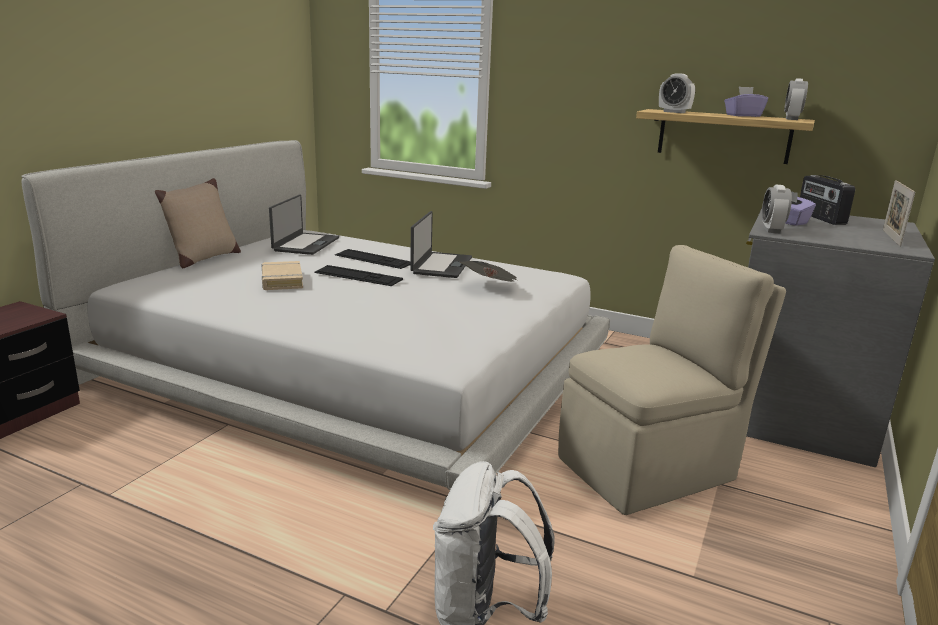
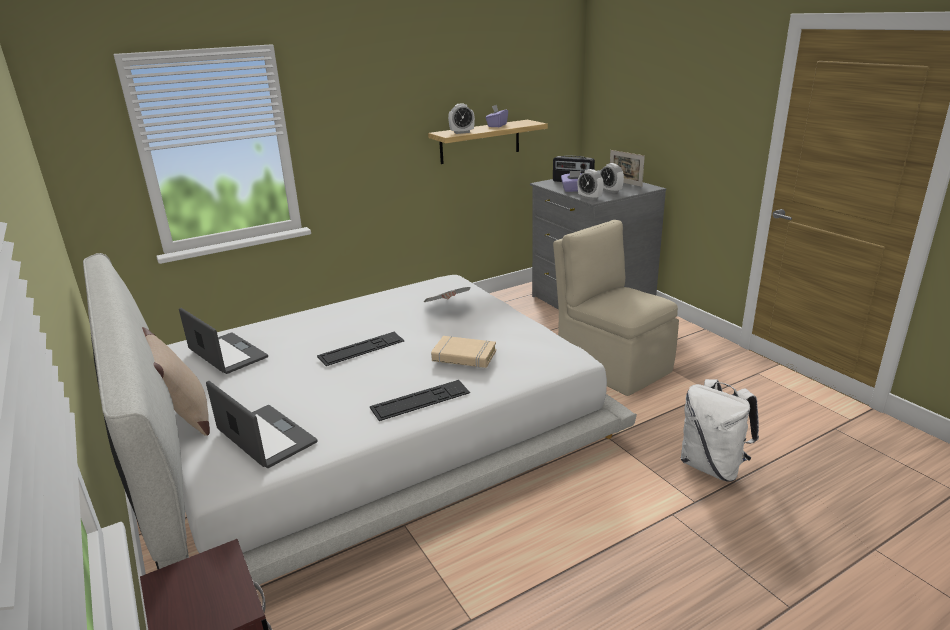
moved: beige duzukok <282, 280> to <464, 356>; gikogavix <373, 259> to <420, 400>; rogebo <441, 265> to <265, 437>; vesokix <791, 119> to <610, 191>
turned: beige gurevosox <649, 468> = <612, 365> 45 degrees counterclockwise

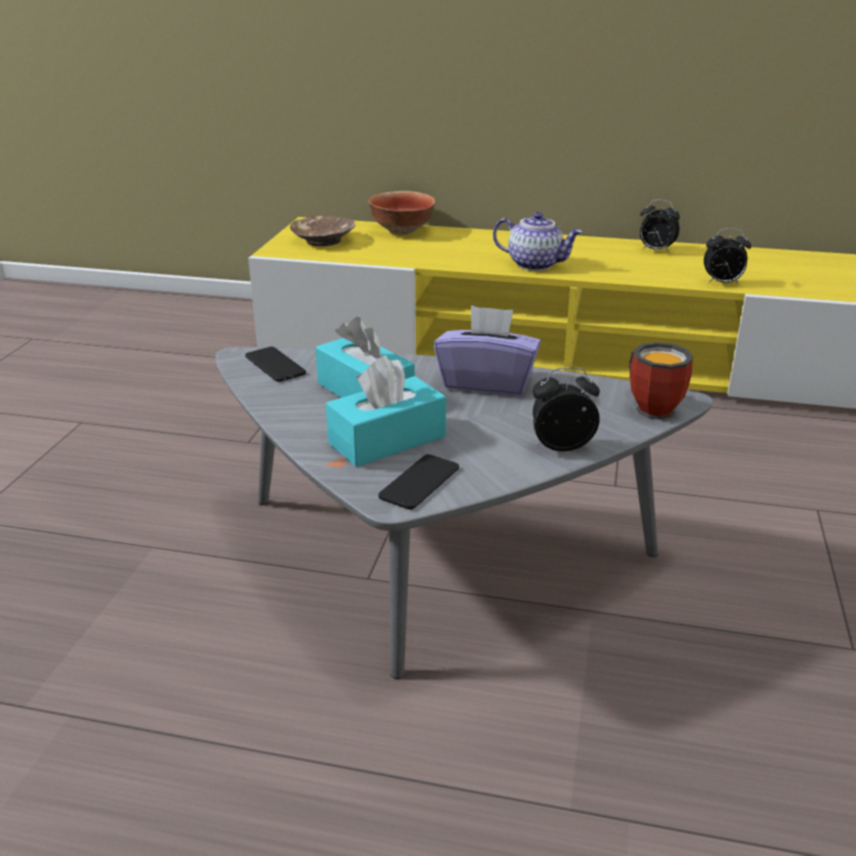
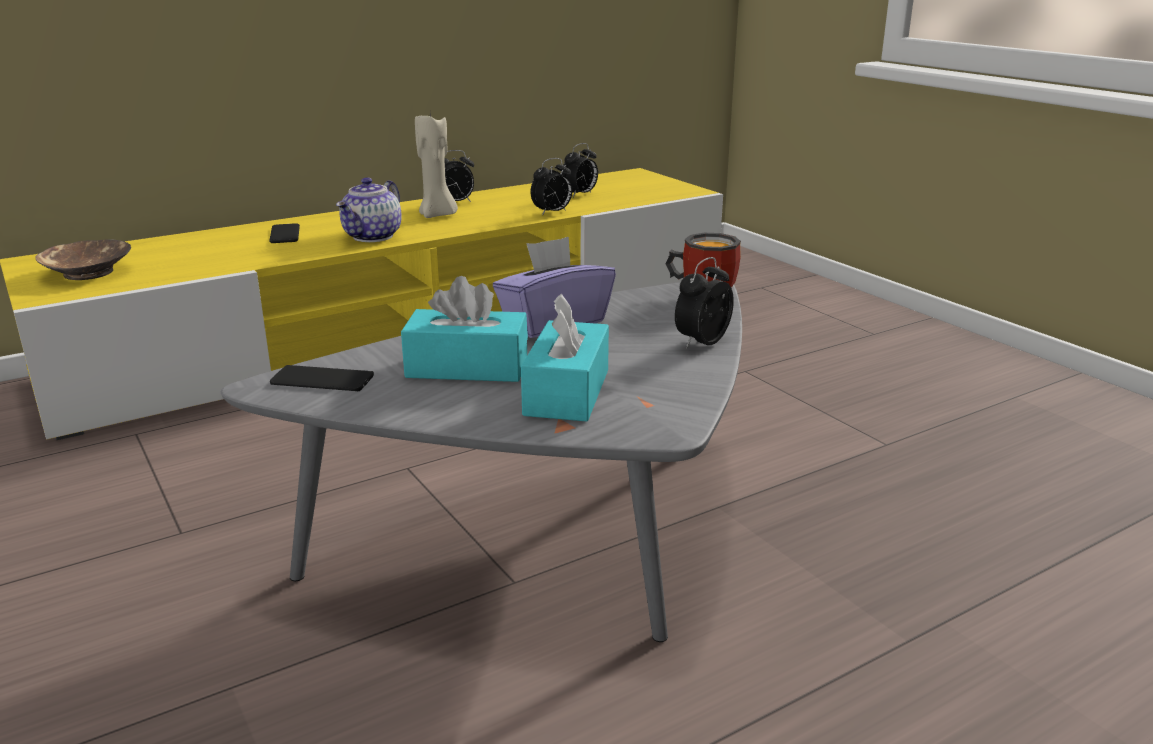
removed: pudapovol <403, 231>
added: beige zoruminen <437, 215>; vesokix <580, 195>
moved: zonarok <419, 482> to <285, 234>
turned: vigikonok <535, 264> = <373, 237> 135 degrees clockwise

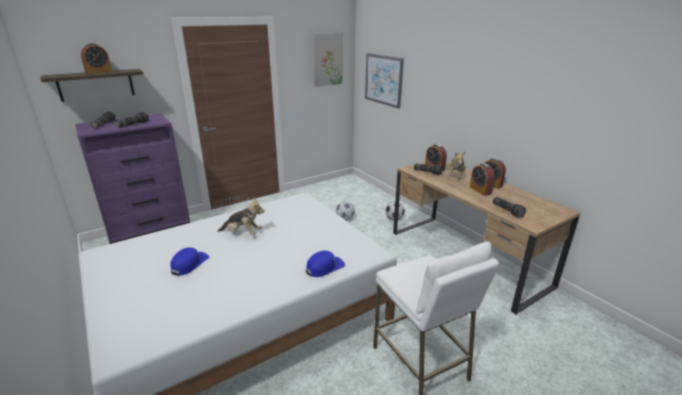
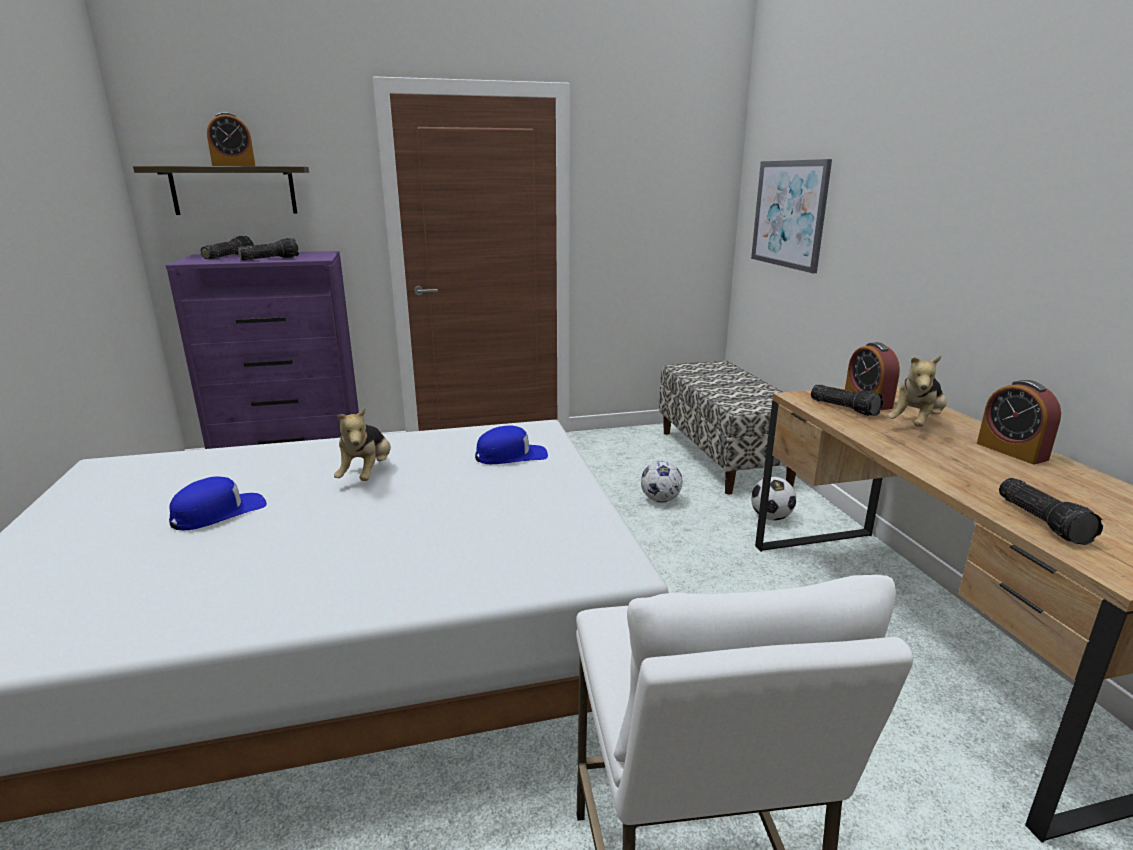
removed: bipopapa <327, 59>; vesokix <480, 190>
added: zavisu <723, 457>
moved: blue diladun <325, 267> to <511, 456>
turned: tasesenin <242, 233> = <367, 474> 60 degrees clockwise

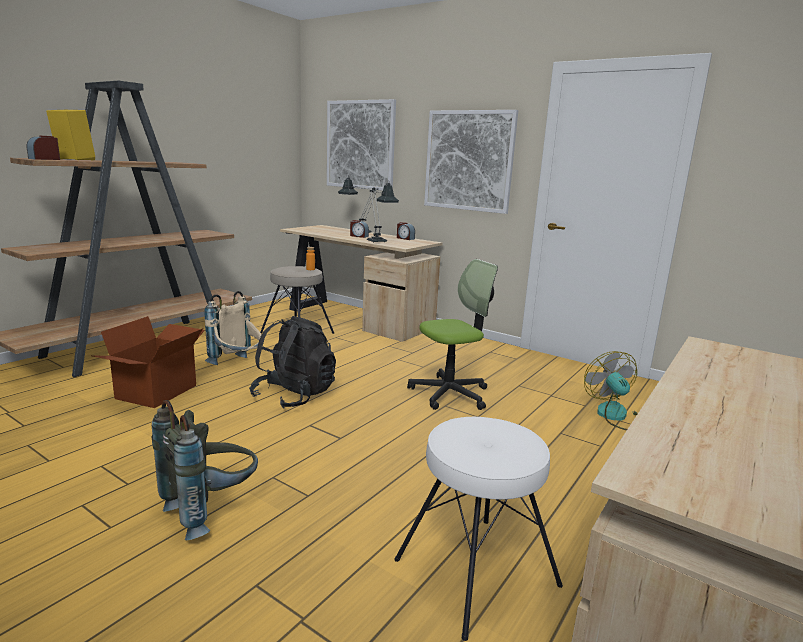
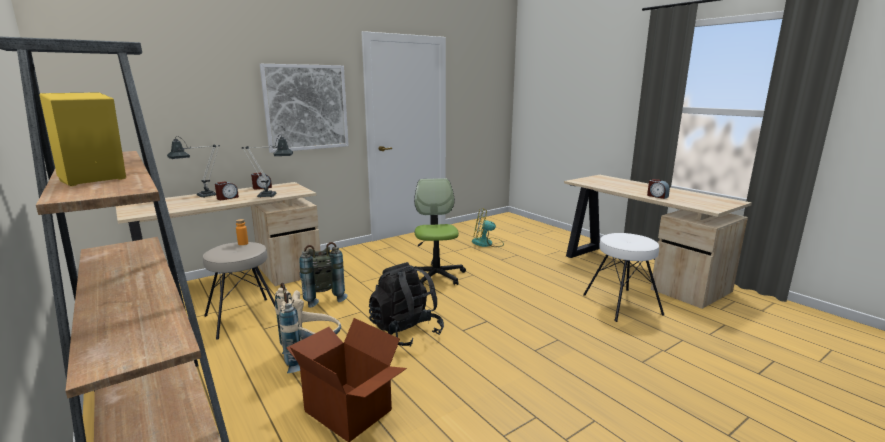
removed: bipopapa <360, 145>
moved: vesokix <45, 159> to <657, 196>; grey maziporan <211, 510> to <322, 297>

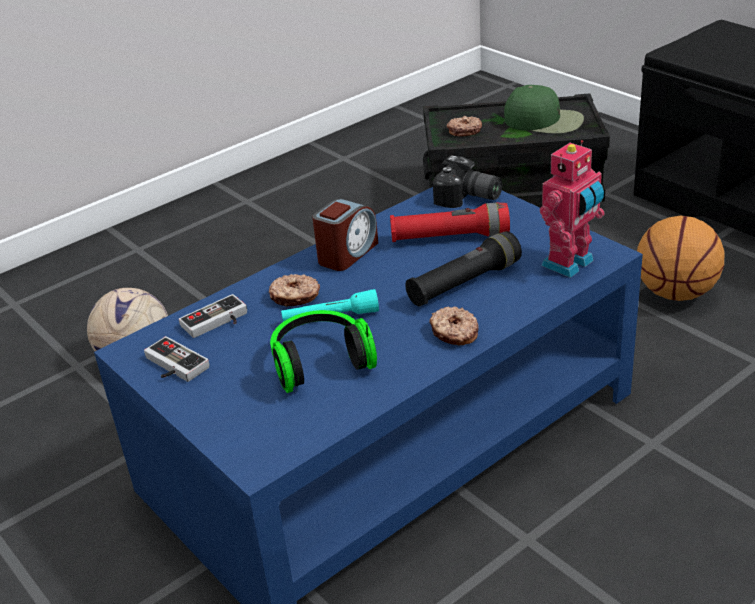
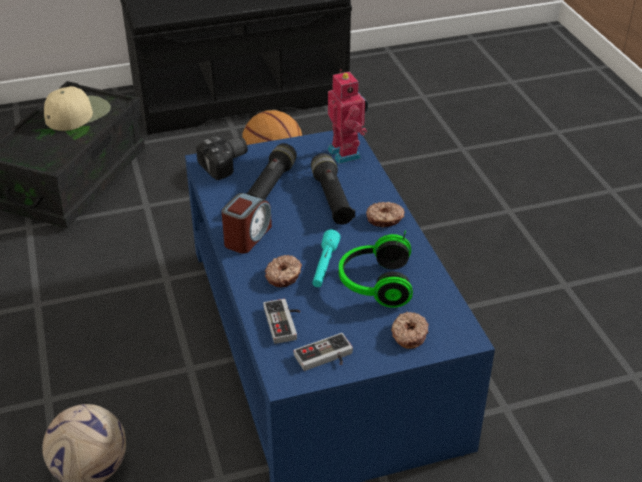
moved: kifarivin <464, 131> to <408, 335>
recoloured: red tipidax <450, 237> to black tipidax <270, 187>; green diladun <544, 121> to beige diladun <77, 113>
turned: vesokix <347, 253> = <247, 236> 60 degrees clockwise

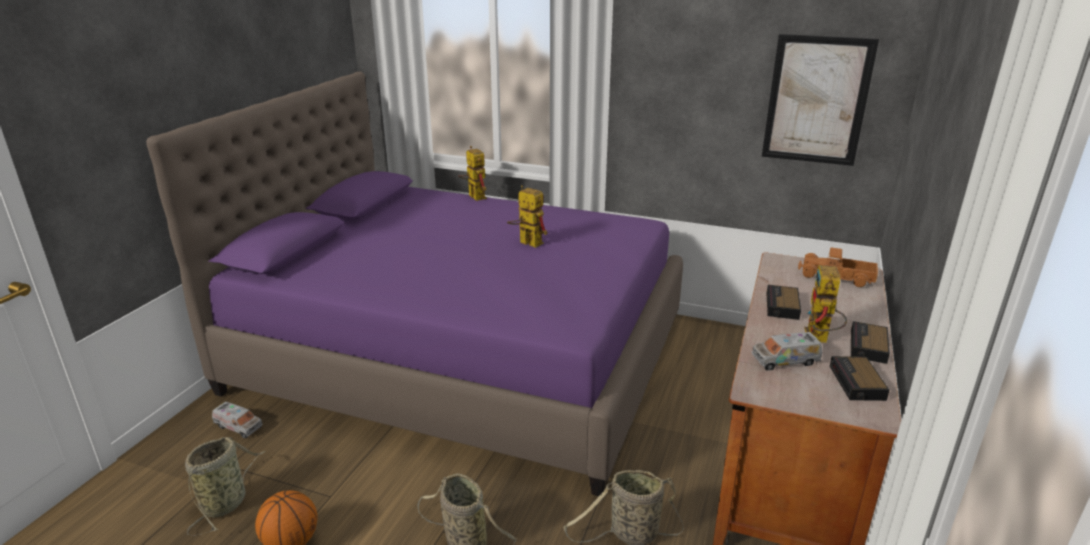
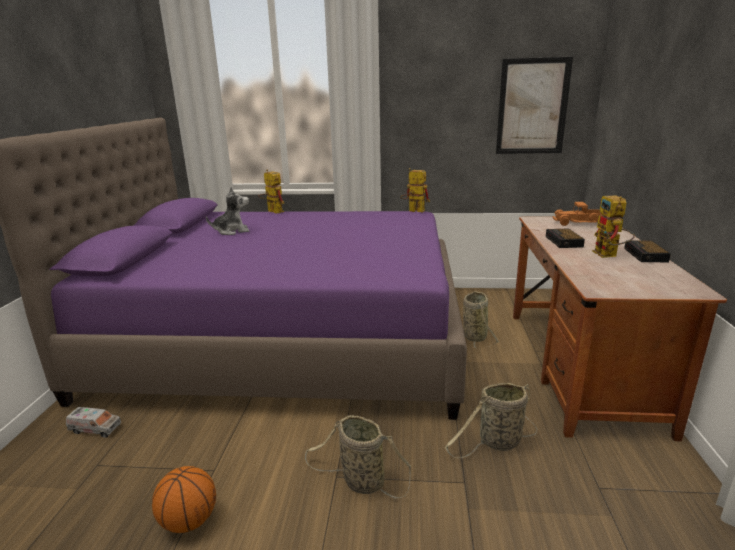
removed: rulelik <785, 360>; vesokix <857, 383>
added: tasesenin <232, 231>
moved: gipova <226, 502> to <474, 336>; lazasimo <526, 242> to <413, 211>

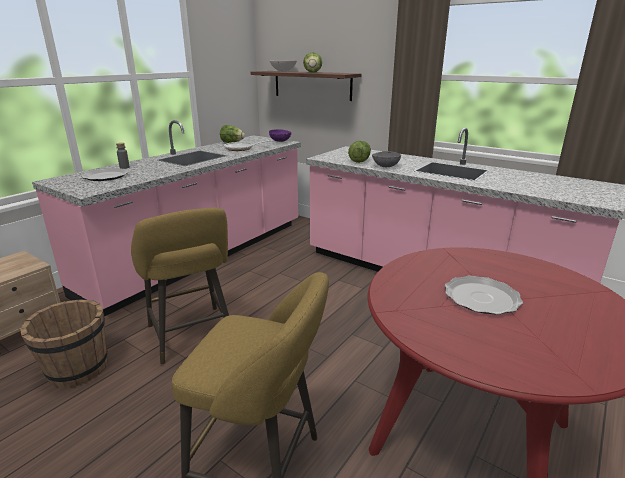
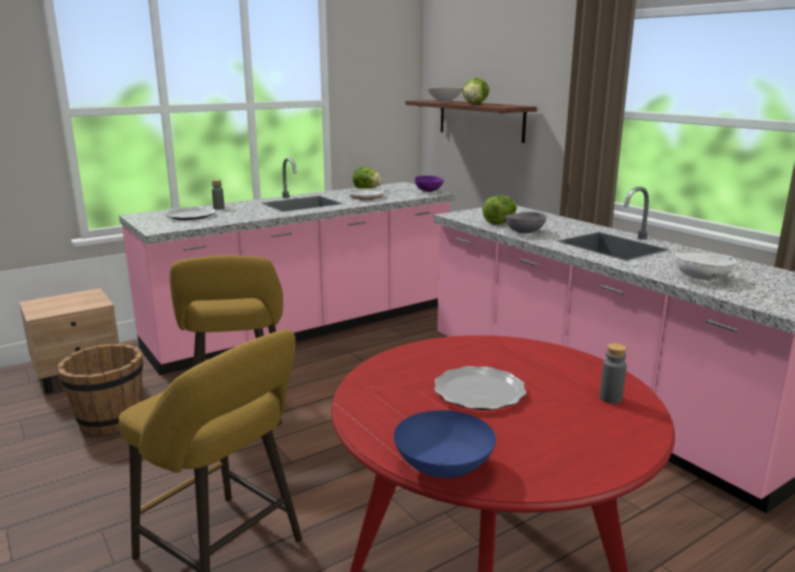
added: blue pudapovol <442, 468>; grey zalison <610, 398>; white pudapovol <702, 278>

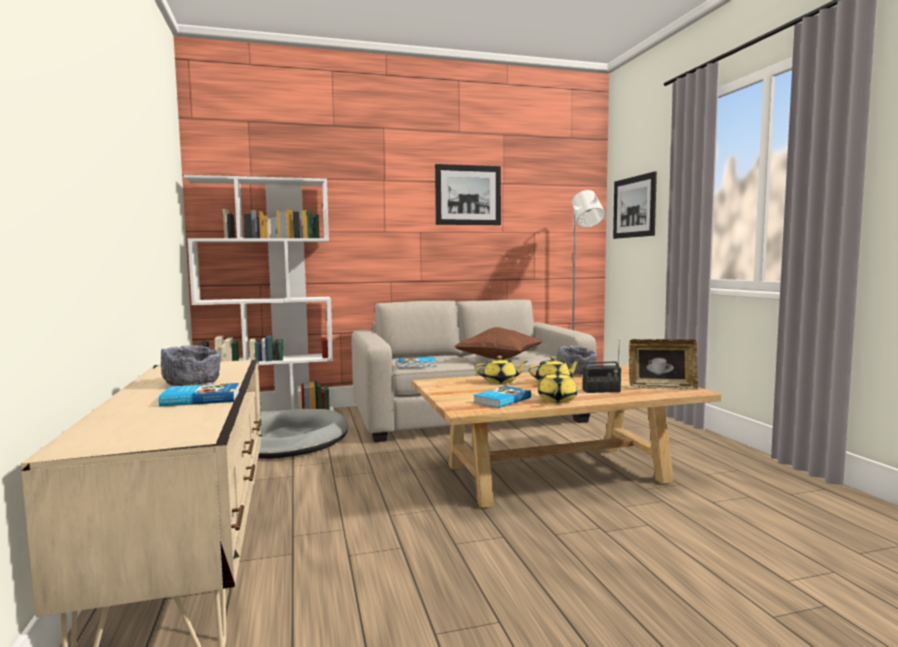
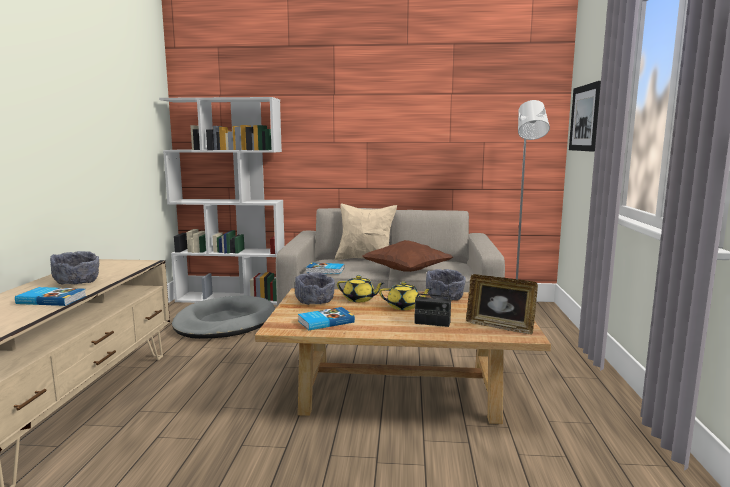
removed: bipopapa <468, 195>; yellow vigikonok <557, 400>
added: grey pudapovol <315, 301>; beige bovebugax <365, 260>

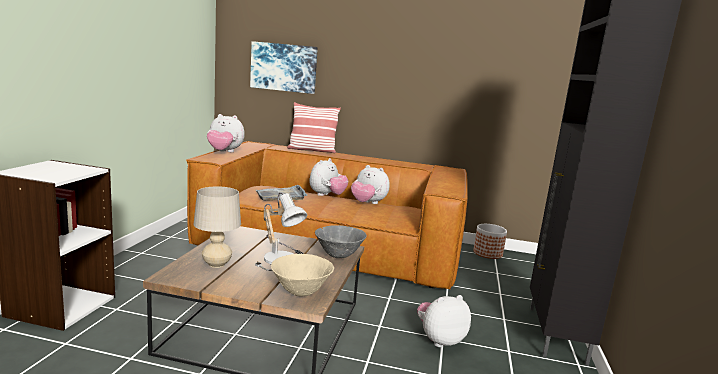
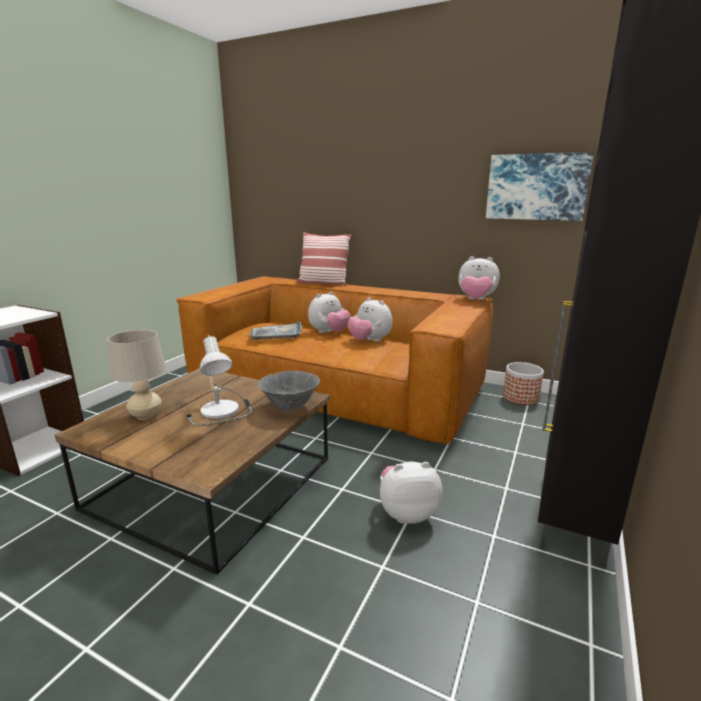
removed: beige pudapovol <301, 292>
moved: tasesenin <224, 152> to <476, 300>; bipopapa <284, 67> to <536, 187>

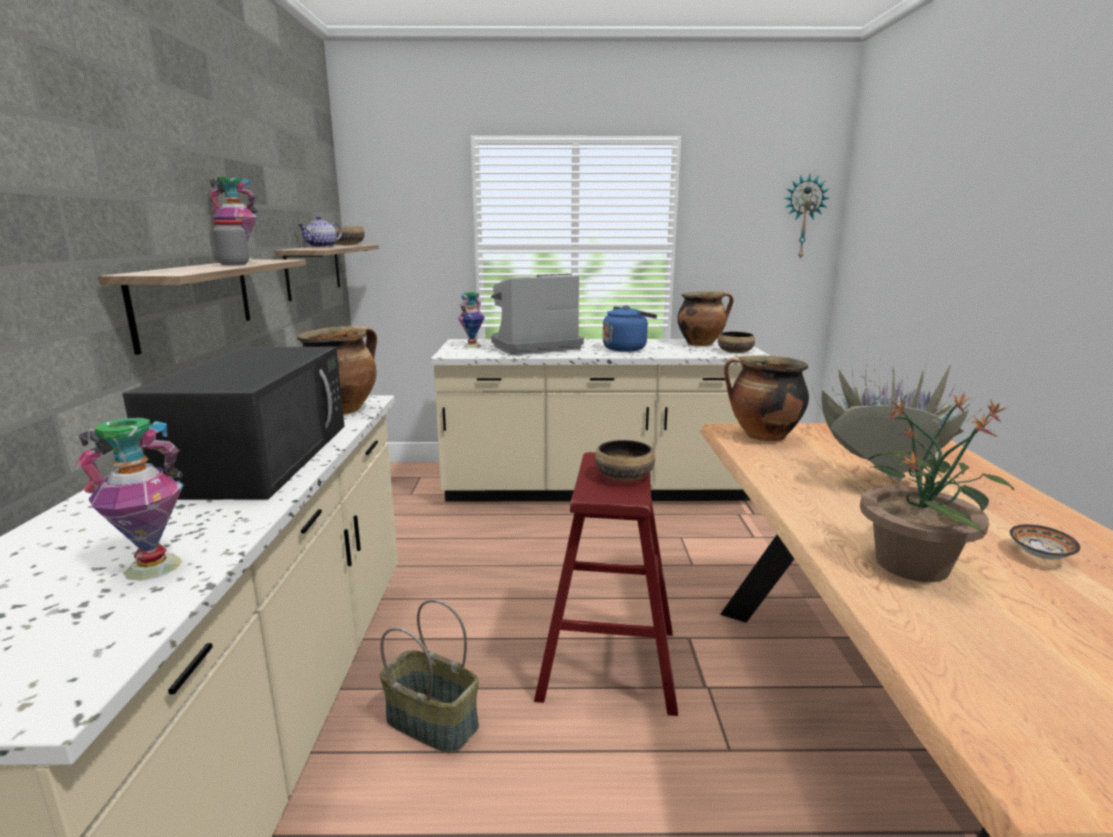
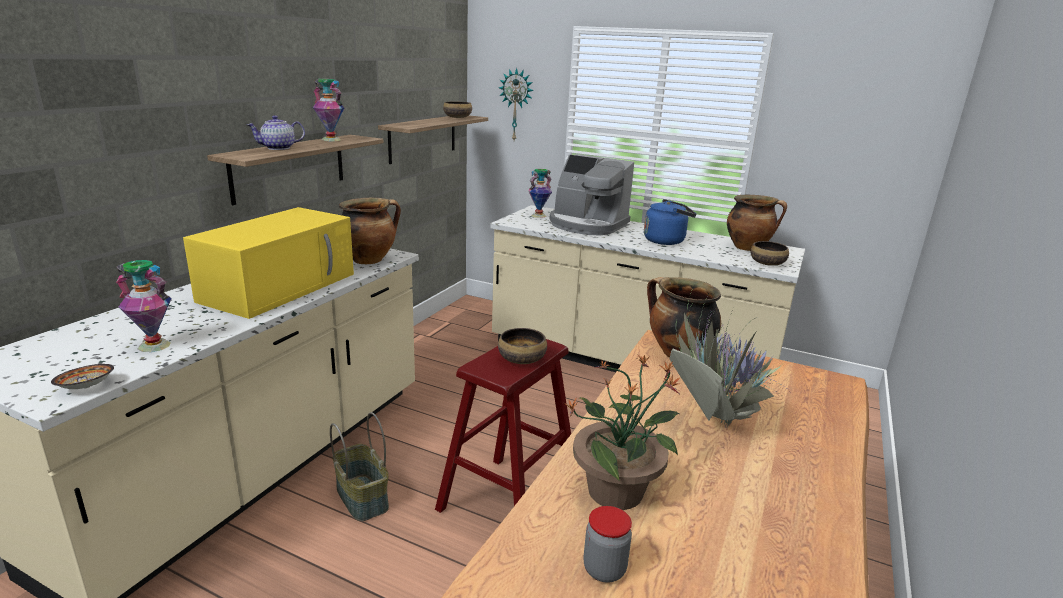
moved: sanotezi <234, 264> to <604, 569>; vigikonok <322, 247> to <278, 148>; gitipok <803, 217> to <516, 105>; pudapovol <1039, 555> to <86, 387>
recoloured: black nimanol <260, 456> to yellow nimanol <280, 286>
turned: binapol <533, 347> = <587, 225> 150 degrees counterclockwise

